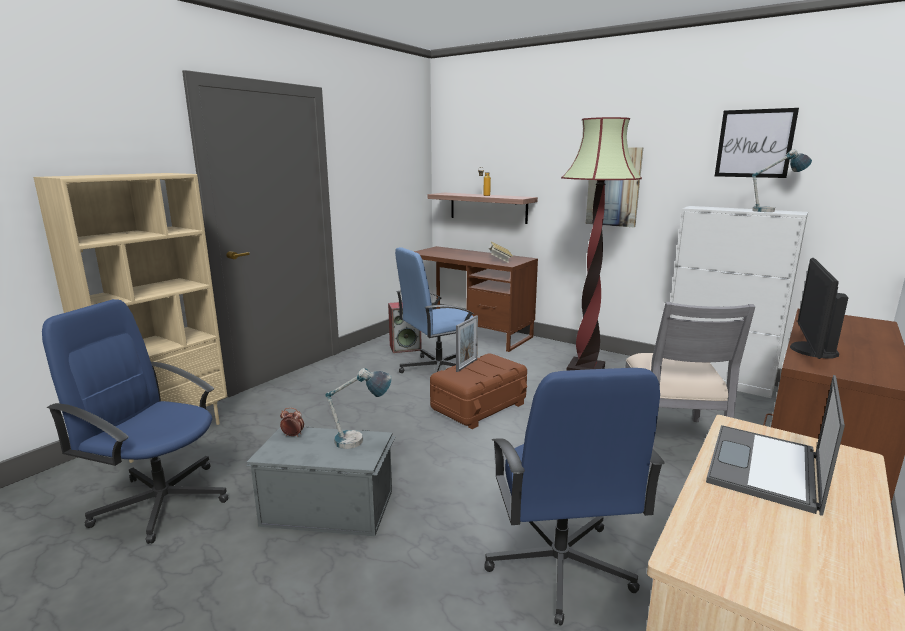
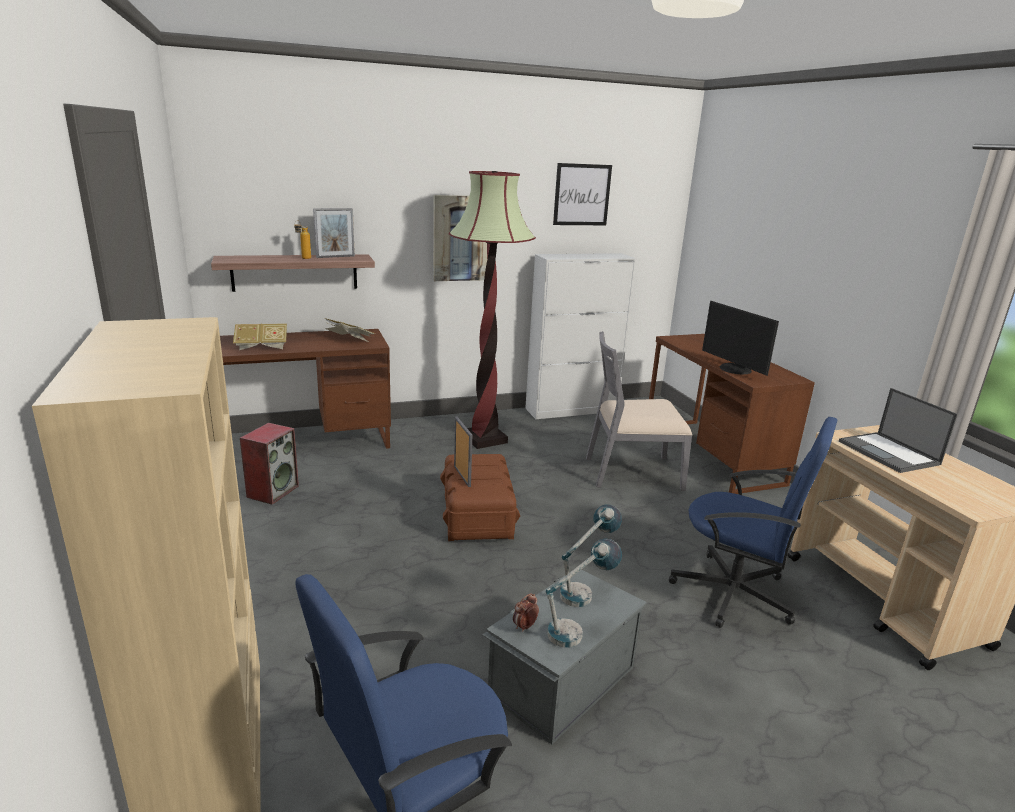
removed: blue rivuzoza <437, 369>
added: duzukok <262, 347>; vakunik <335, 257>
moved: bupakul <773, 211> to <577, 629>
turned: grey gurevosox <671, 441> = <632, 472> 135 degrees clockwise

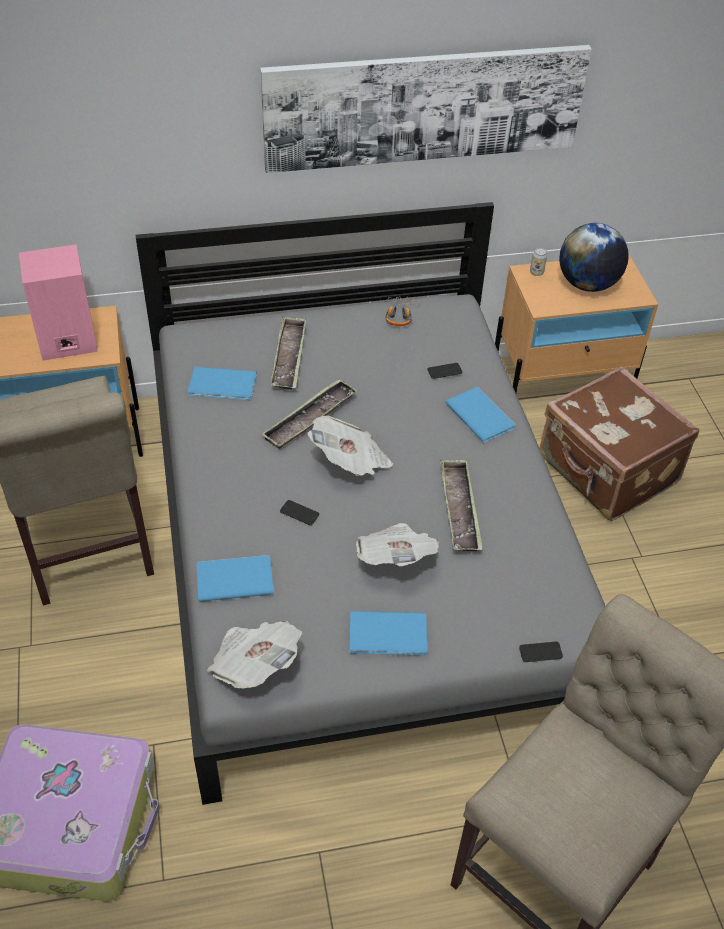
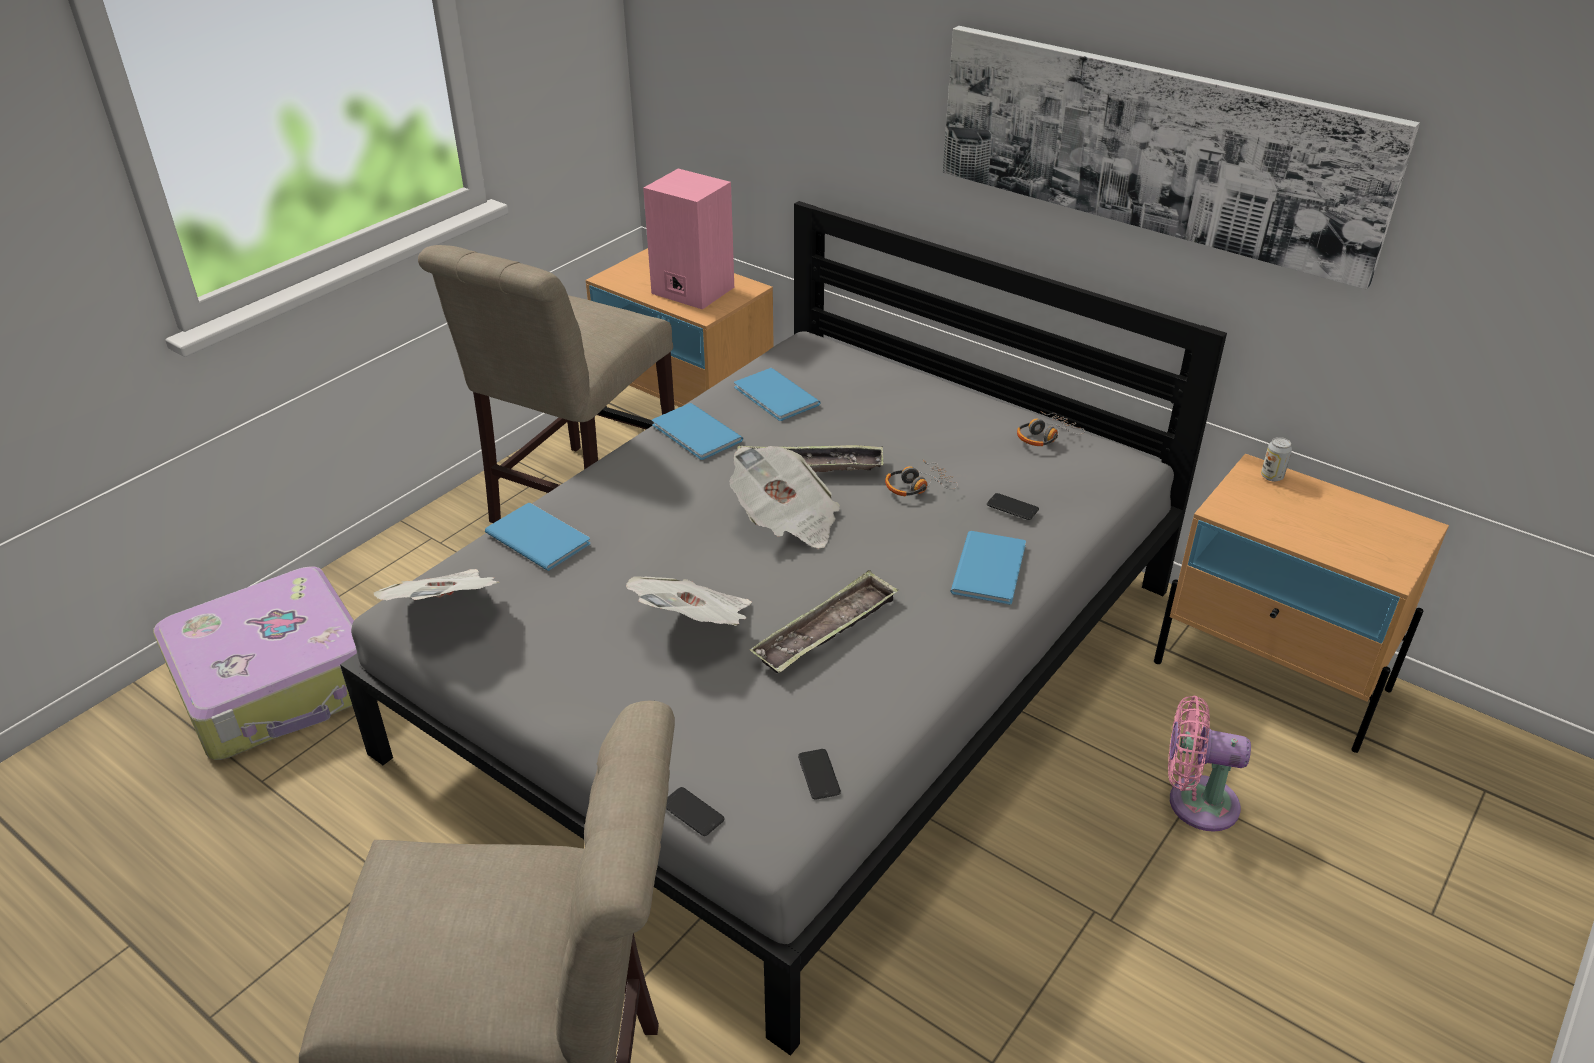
removed: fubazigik <289, 357>; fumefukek <587, 284>
added: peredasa <918, 486>
moved: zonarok <299, 513> to <819, 775>; blue duzukok <390, 636> to <696, 435>
replaced: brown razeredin <606, 471> to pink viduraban <1195, 802>

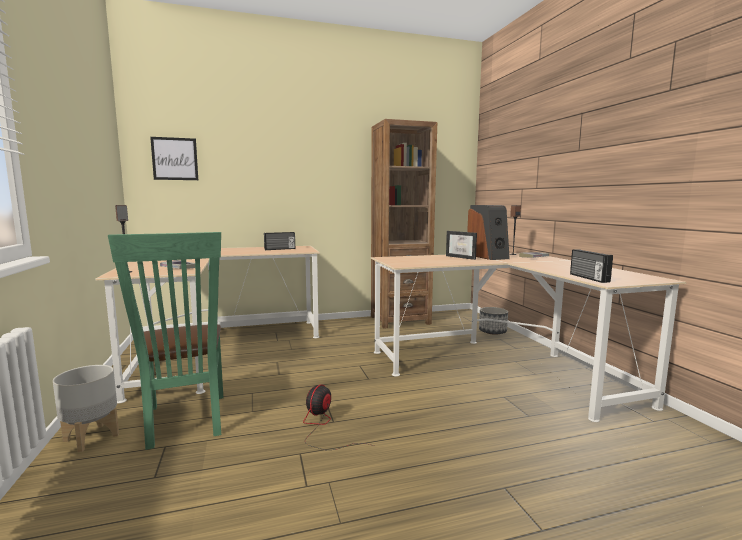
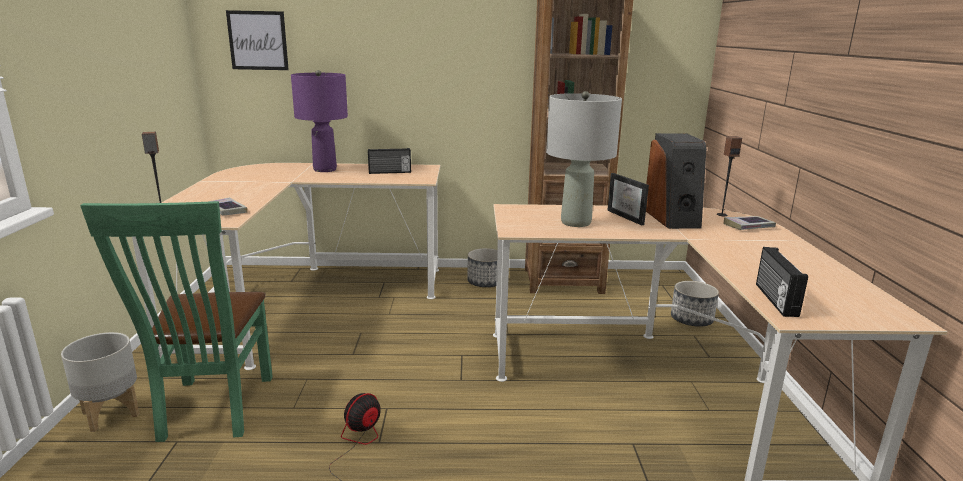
added: purple bupakul <325, 170>; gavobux <485, 282>; grey bupakul <575, 222>

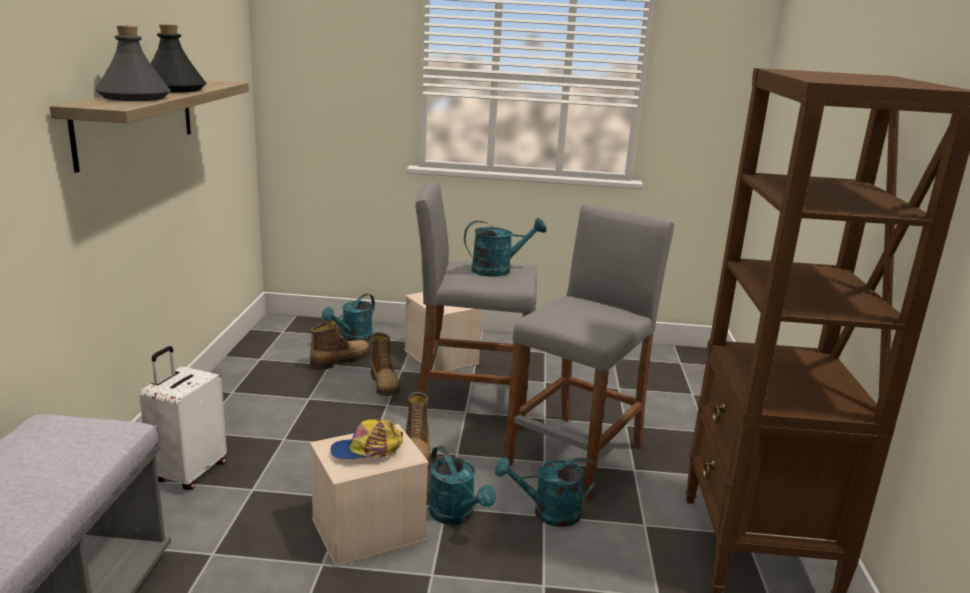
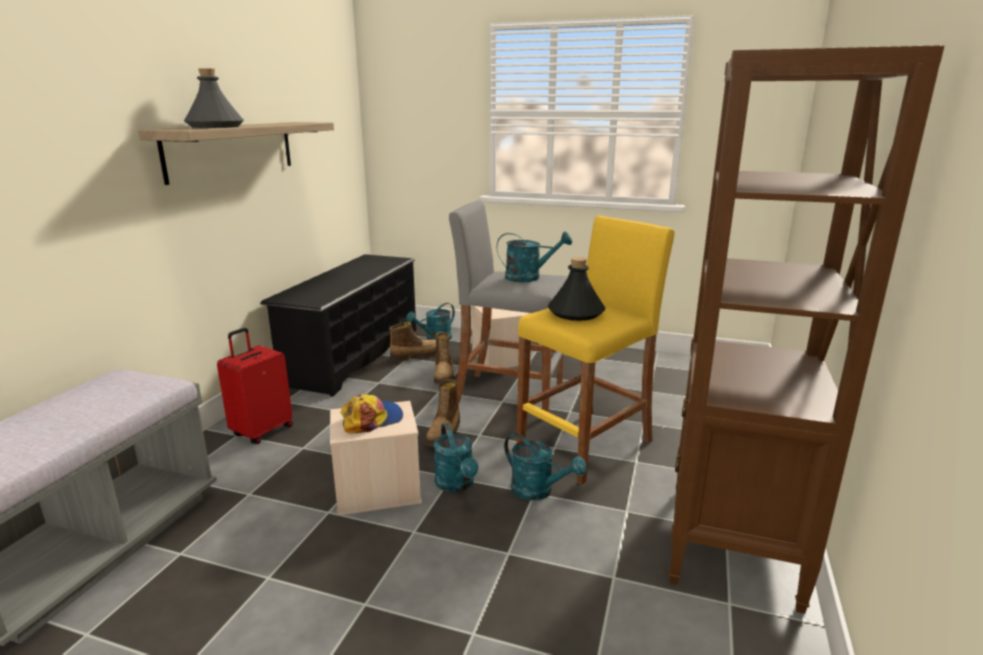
added: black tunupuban <353, 355>
moved: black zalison <173, 89> to <575, 313>
recoloured: white razeredin <189, 473> to red razeredin <262, 431>; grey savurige <576, 455> to yellow savurige <586, 444>
turned: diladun <367, 450> = <372, 419> 150 degrees clockwise; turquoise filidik <547, 513> = <538, 491> 150 degrees counterclockwise

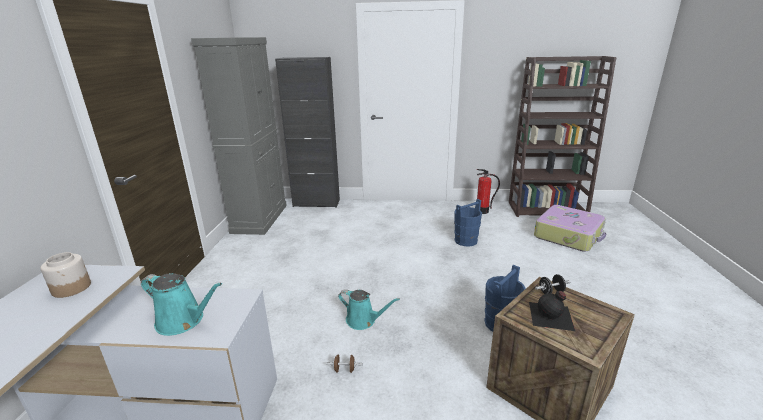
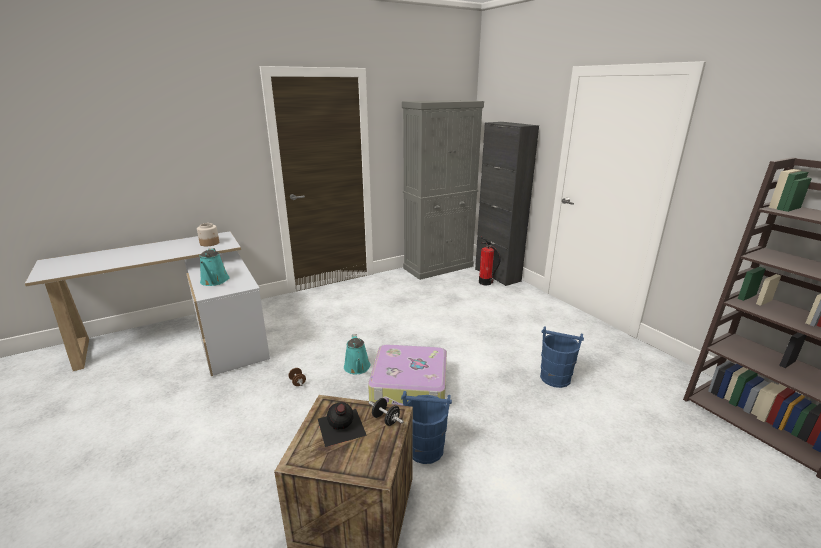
moved: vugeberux <482, 211> to <485, 282>; razeredin <568, 235> to <410, 388>

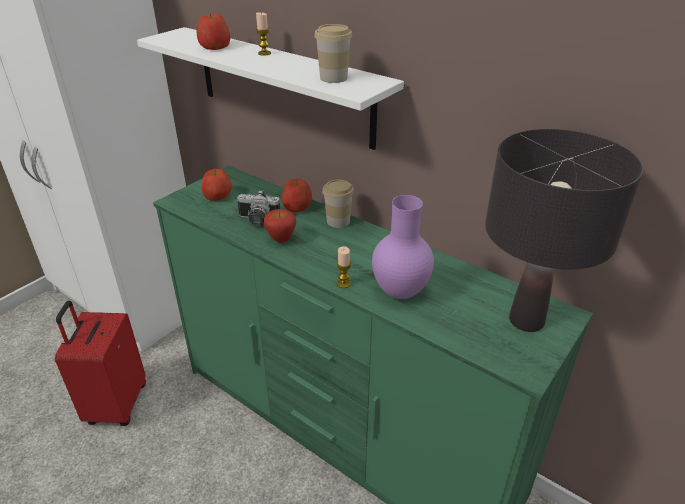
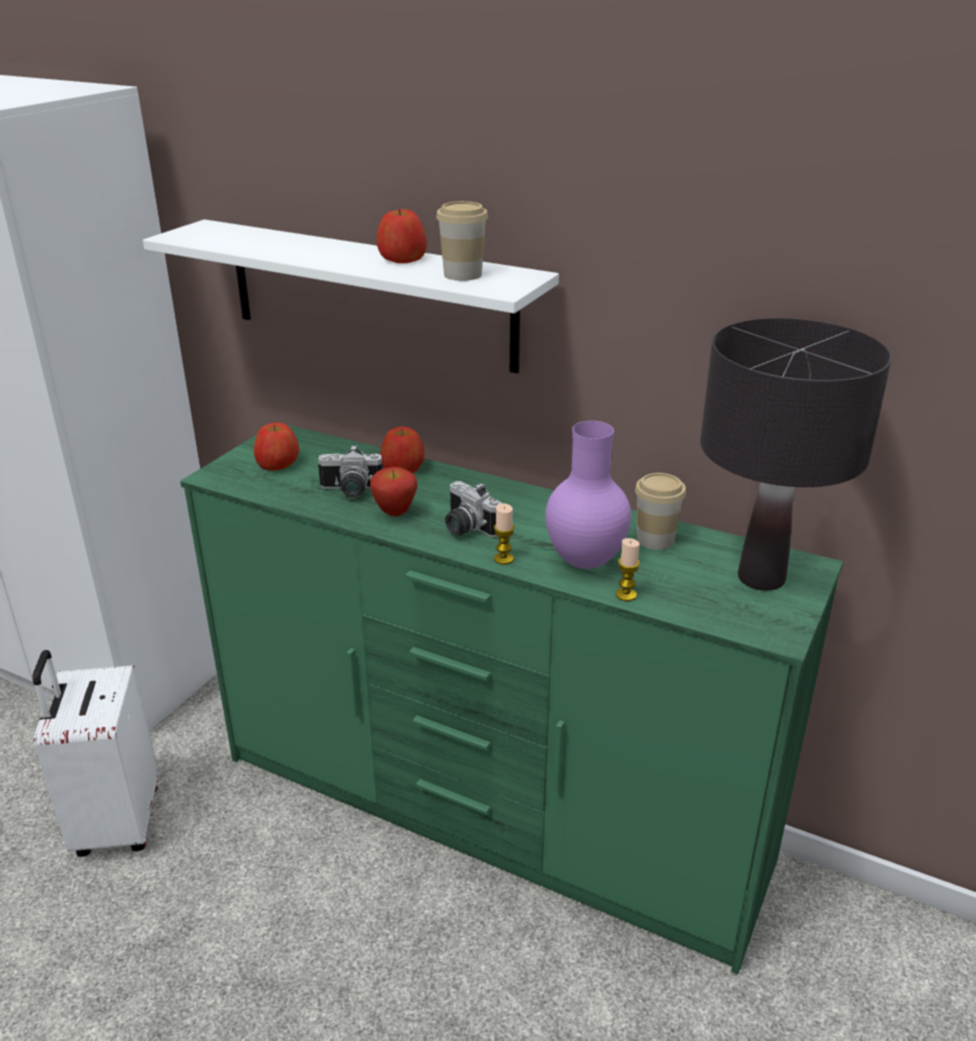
added: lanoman <466, 528>
moved: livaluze <215, 47> to <402, 258>; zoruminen <264, 53> to <626, 595>; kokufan <338, 221> to <655, 540>
recoloured: red razeredin <116, 405> to white razeredin <115, 823>

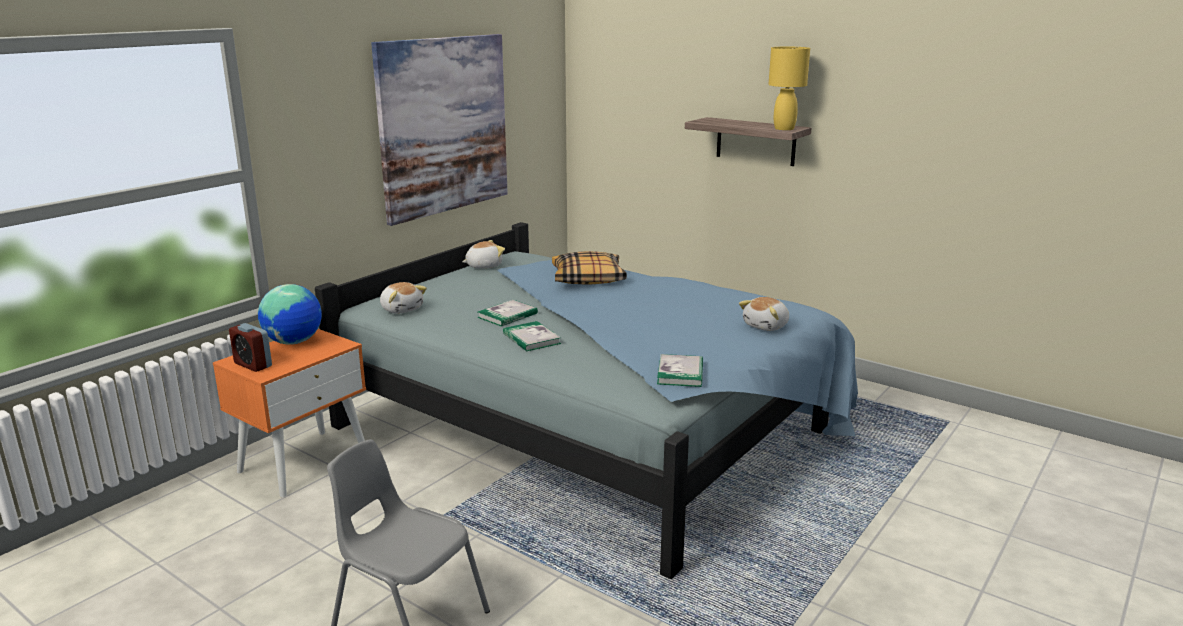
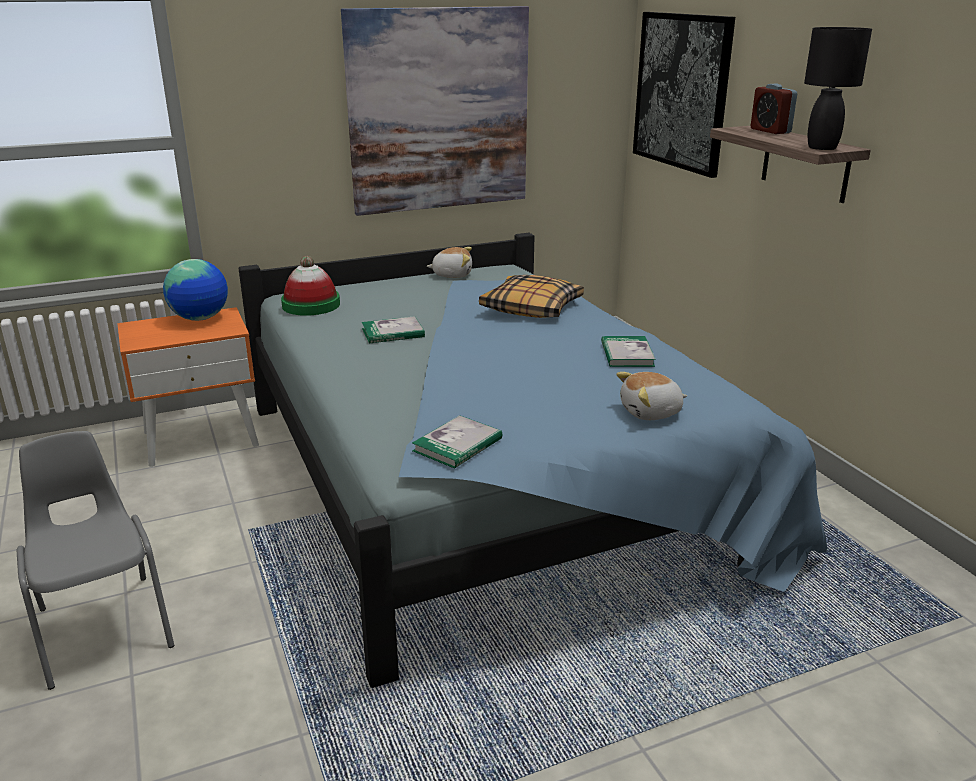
added: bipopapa <681, 91>
moved: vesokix <253, 365> to <770, 131>; duzukok <531, 339> to <627, 354>
replaced: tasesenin <402, 309> to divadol <311, 305>
recoloured: yellow bupakul <784, 129> to black bupakul <822, 148>

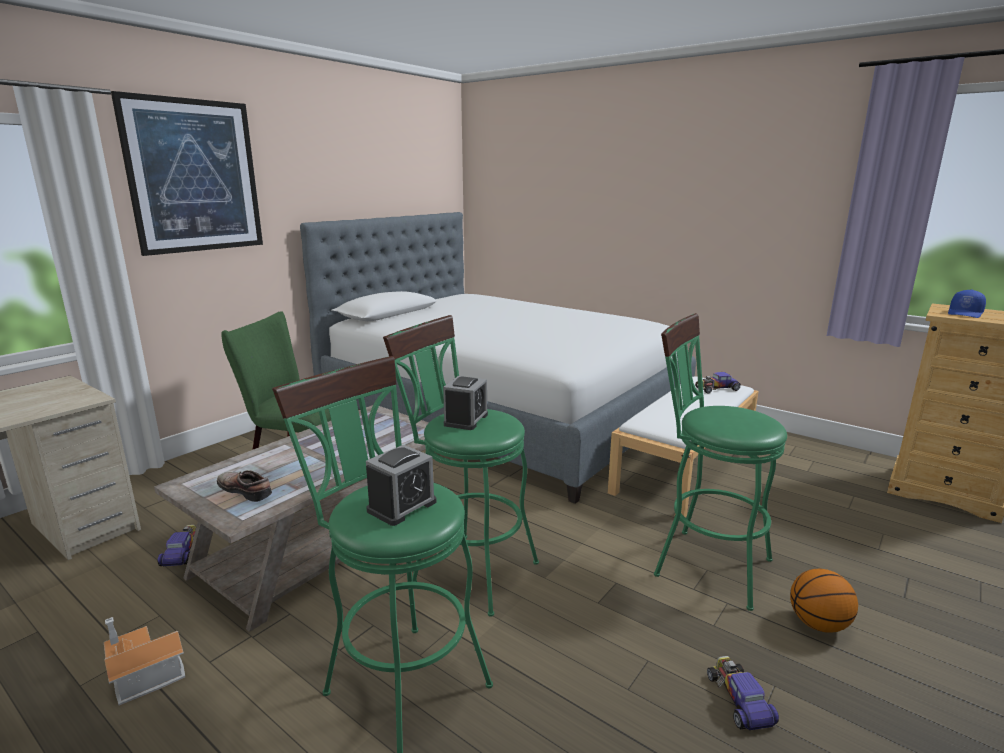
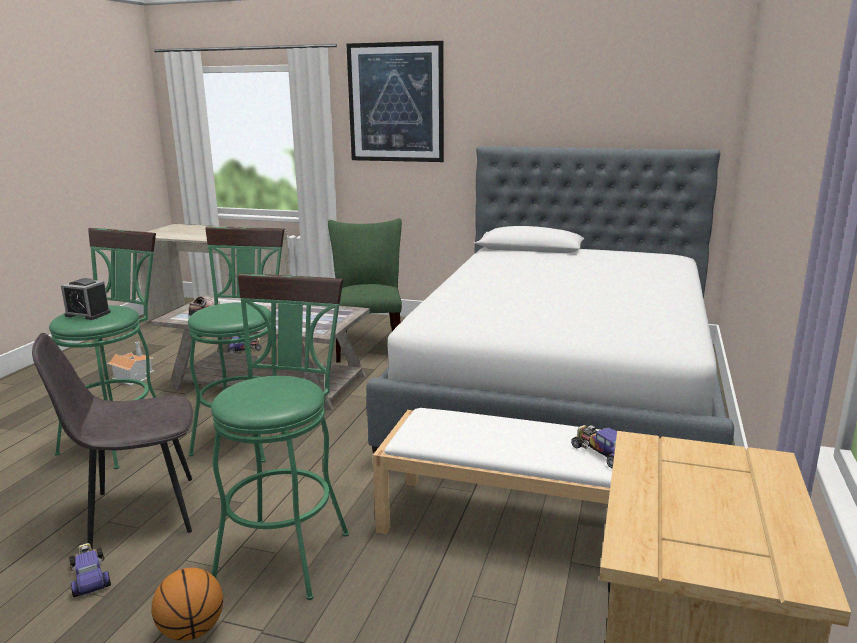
removed: vesokix <466, 420>; blue diladun <965, 314>
added: grey gurevosox <139, 513>
turned: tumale <739, 699> = <89, 576> 90 degrees counterclockwise

